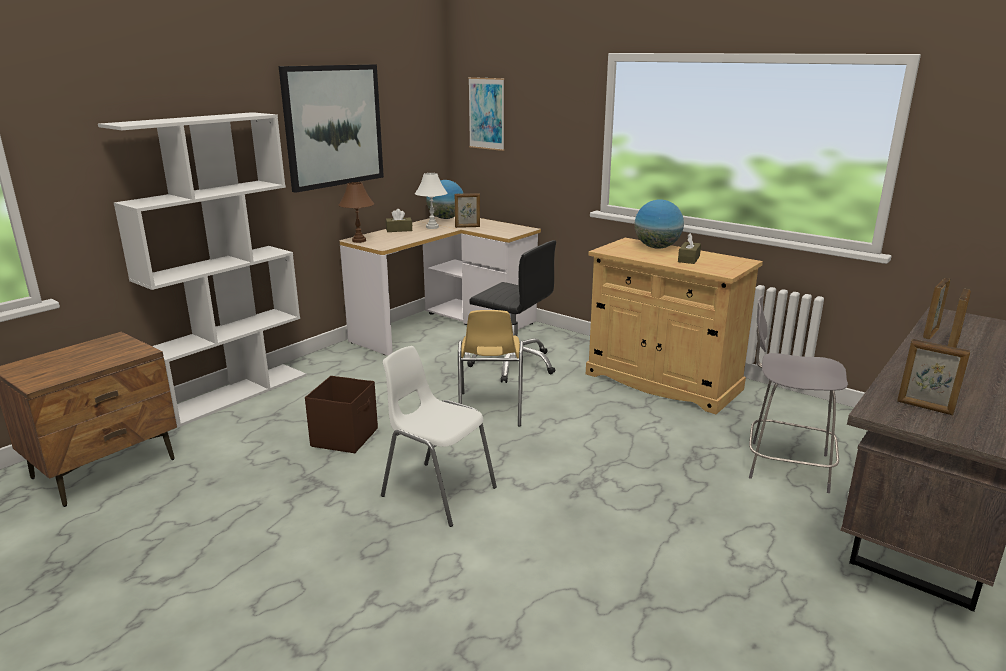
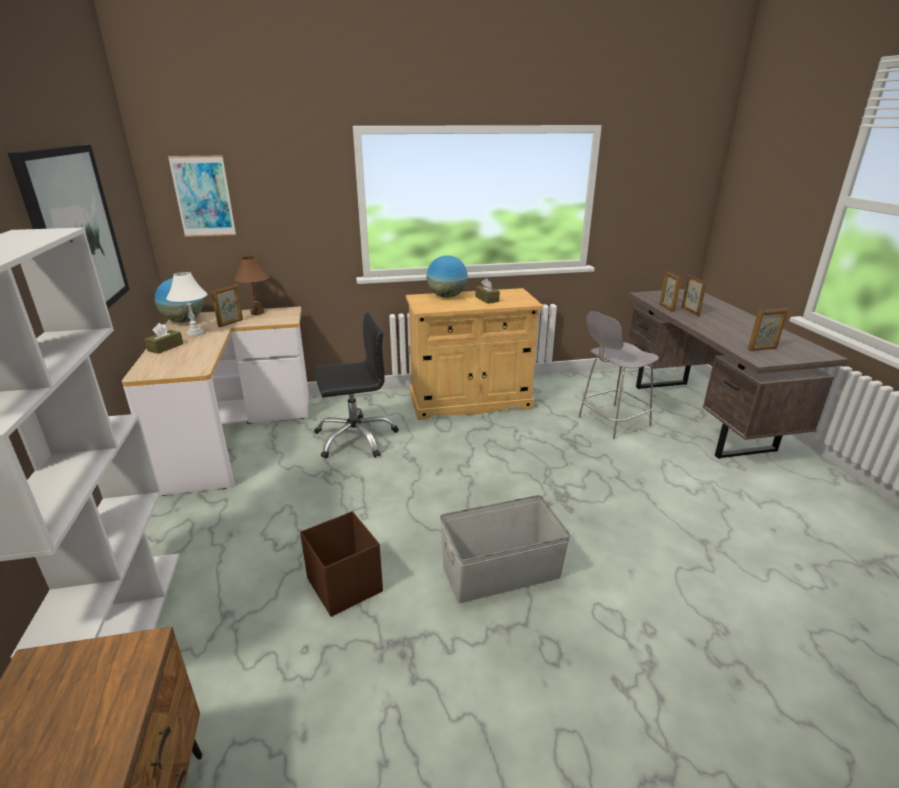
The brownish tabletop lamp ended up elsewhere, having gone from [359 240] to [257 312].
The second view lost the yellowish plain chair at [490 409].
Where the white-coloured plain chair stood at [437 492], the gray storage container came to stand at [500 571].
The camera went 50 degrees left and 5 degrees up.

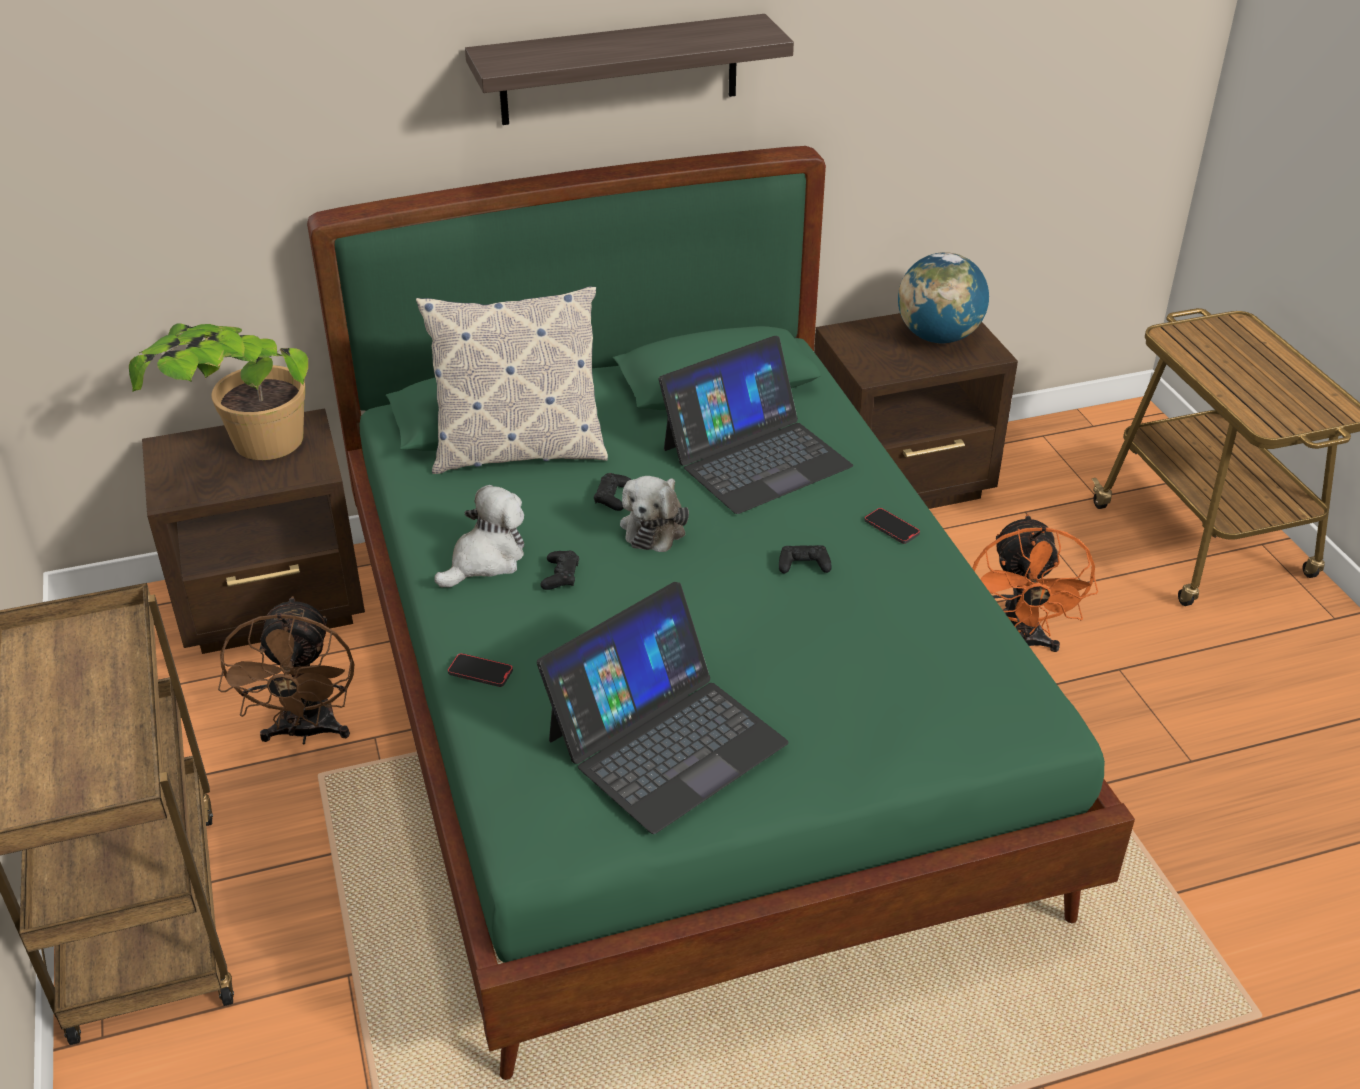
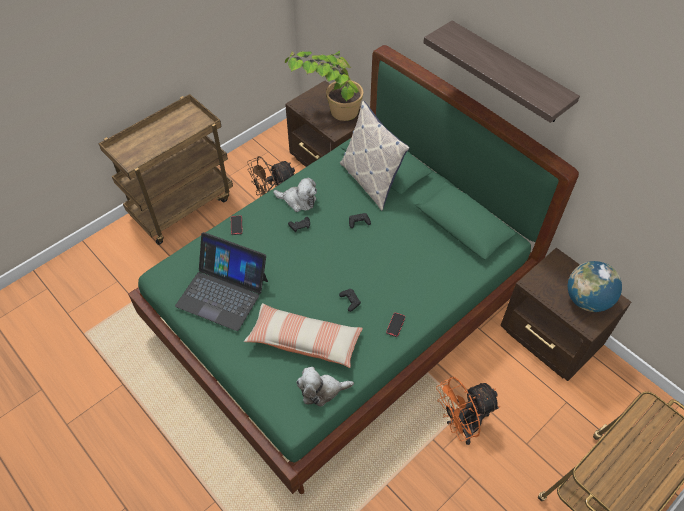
The second view lost the notebook computer at [755 457].
The plush toy ended up elsewhere, having gone from [655 526] to [322 390].
The second view gained the pillow at [304 341].
The camera went 65 degrees right and 15 degrees up.

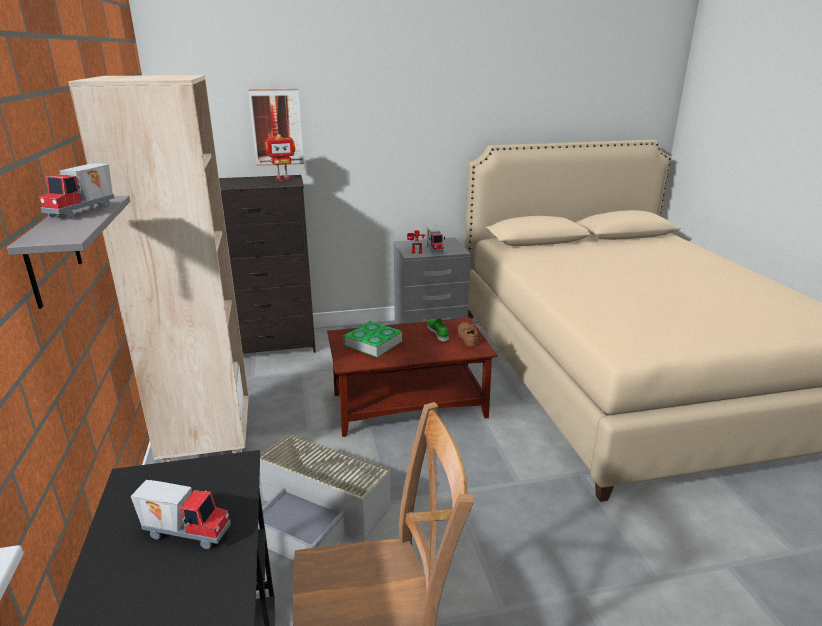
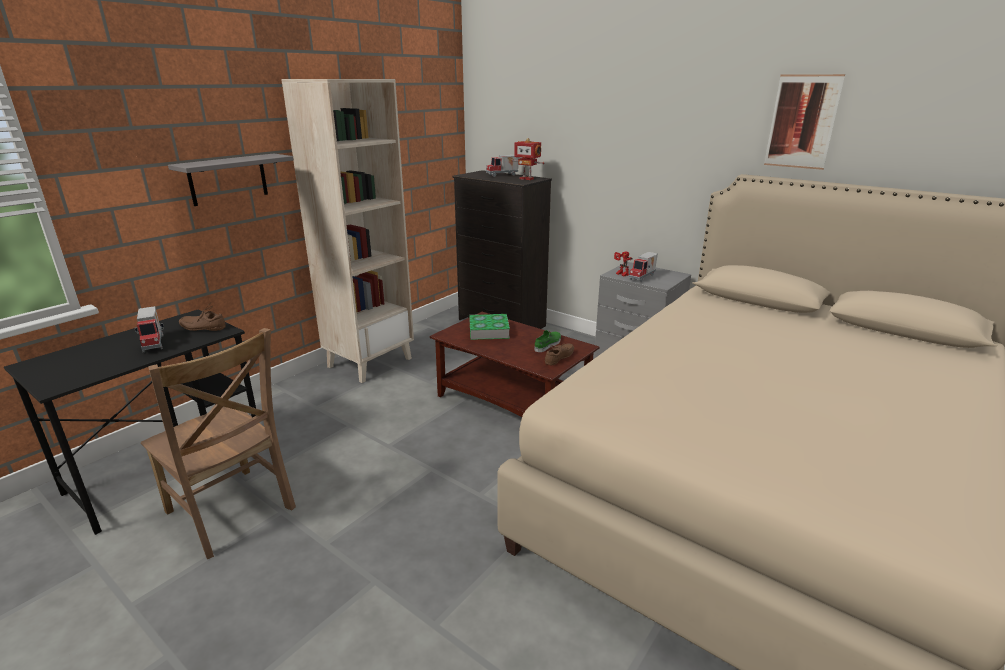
The wall picture ended up elsewhere, having gone from [277 127] to [802 122].
The model truck ended up elsewhere, having gone from [84 212] to [503 175].
The second view lost the gray storage container at [319 514].
The second view gained the brownish item of footwear at [204 327].
The camera went 50 degrees right and 0 degrees up.

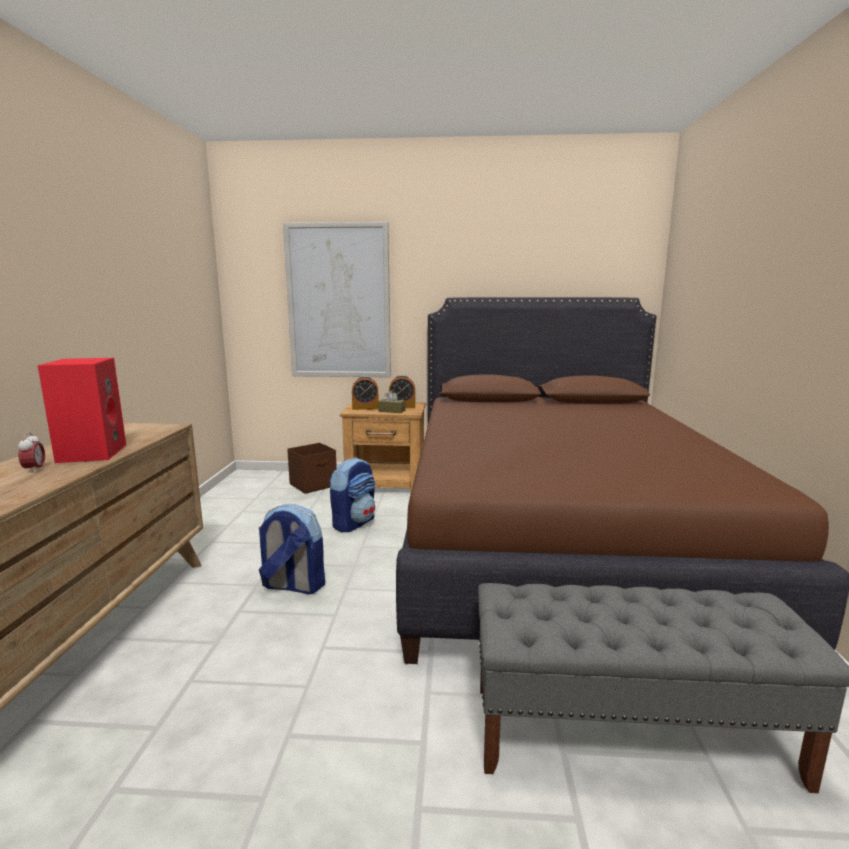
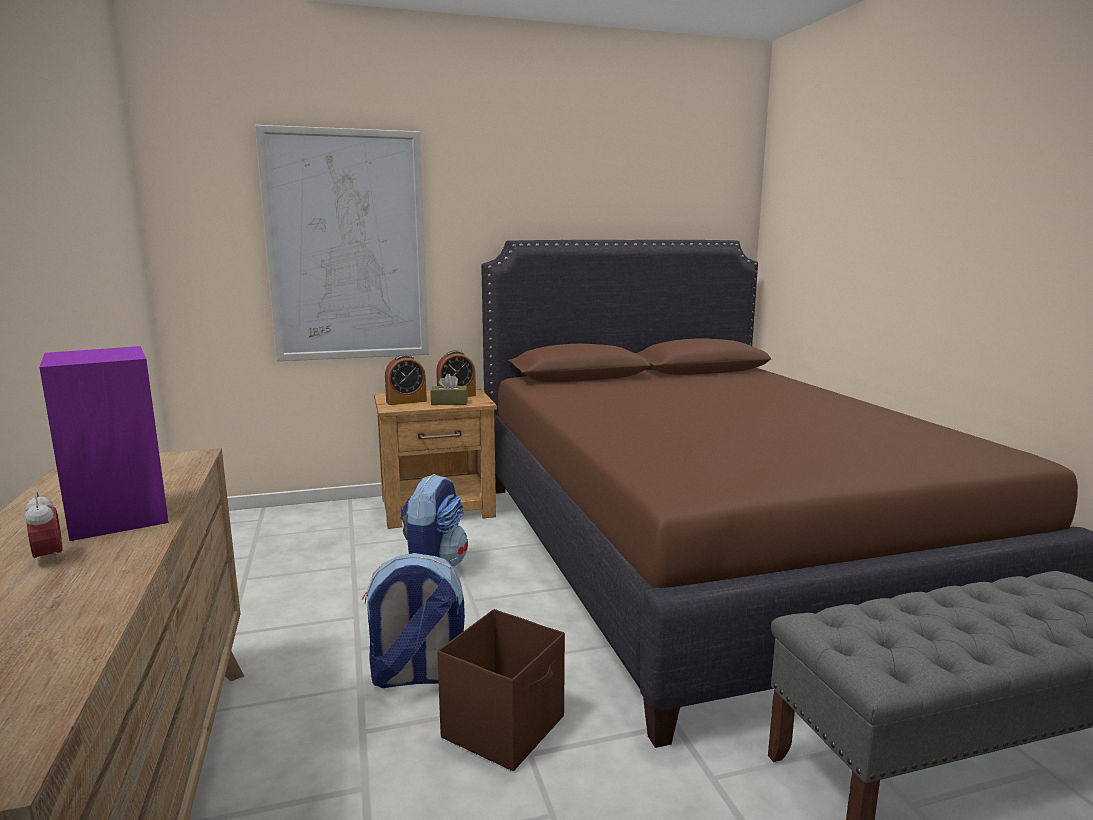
What was the red-coloured speaker at [91 453] turned into the purple speaker at [116 515].
The brownish storage container ended up elsewhere, having gone from [314 485] to [505 727].
The camera went 20 degrees left and 0 degrees up.

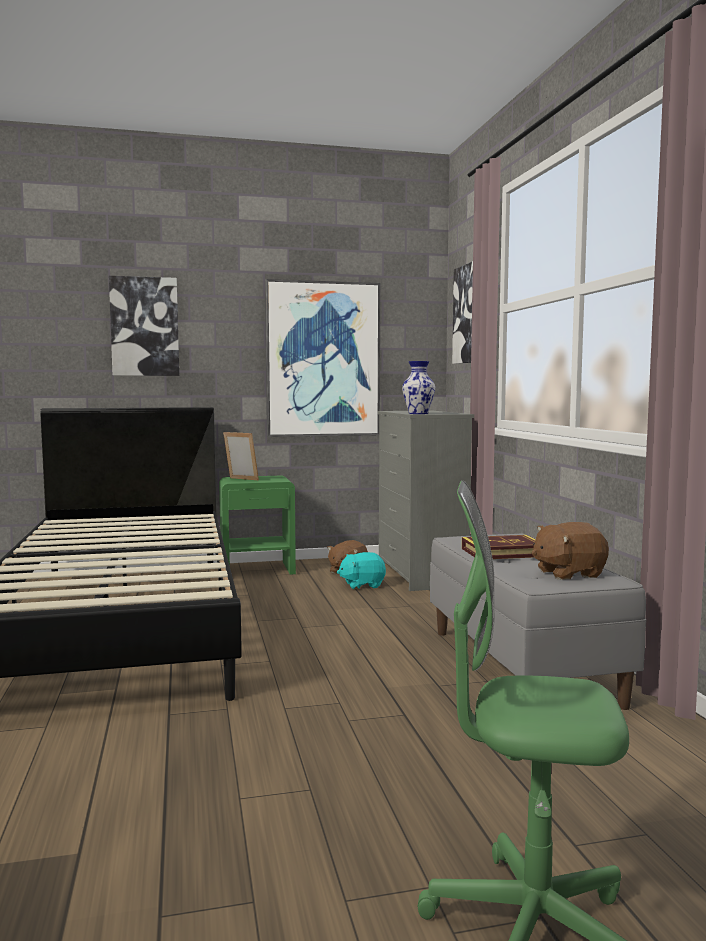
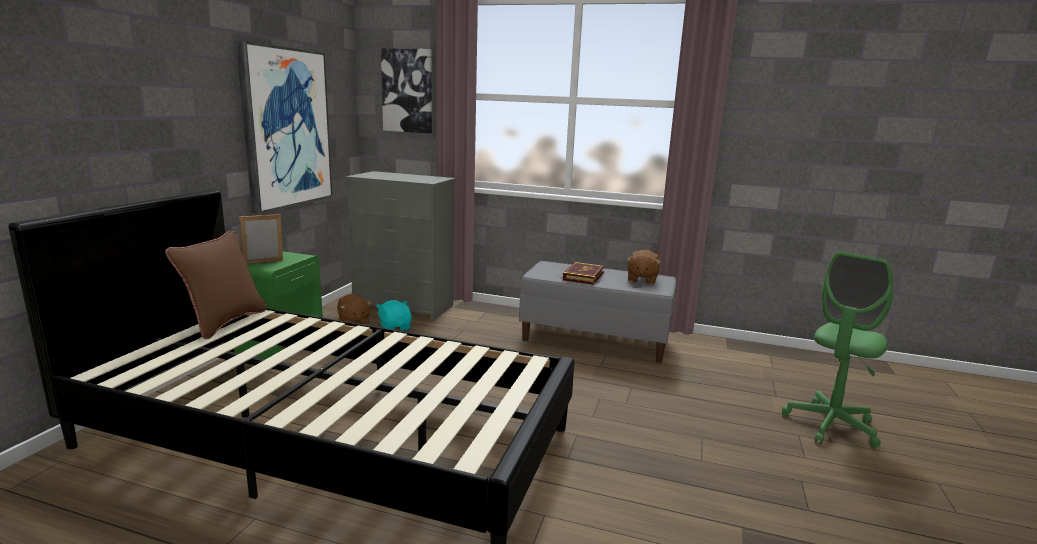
The second view lost the wall picture at [145 327].
The second view lost the decorative vase at [419 413].
The turquoise plush toy at [362 585] ended up facing another way, 135 degrees clockwise from before.
The second view gained the brownish pillow at [225 322].
The camera went 60 degrees left and 10 degrees up.

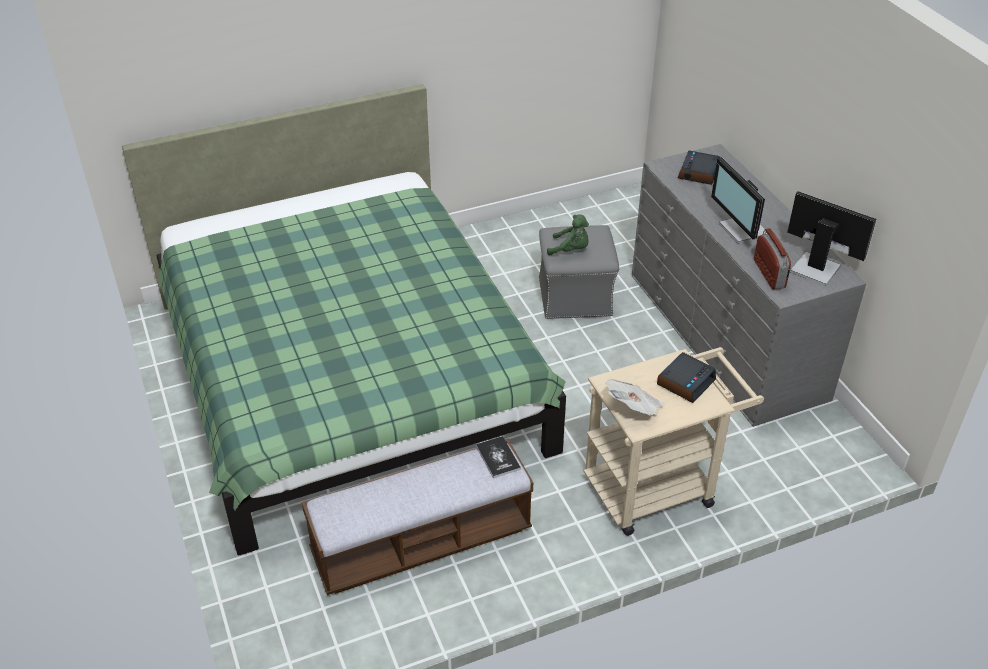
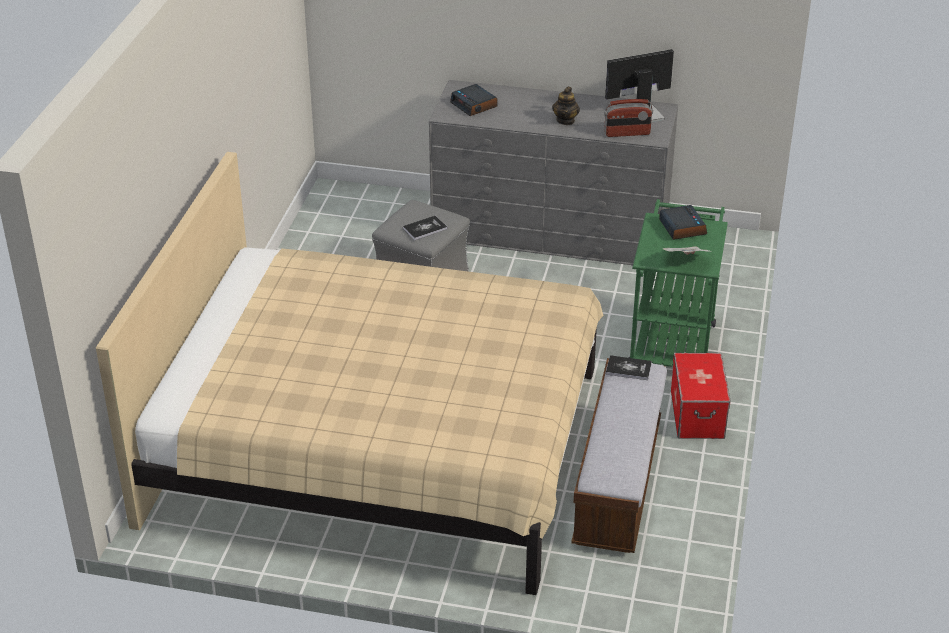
What was the greenish sleeping bed at [348 375] turned into the sand-coloured sleeping bed at [378 445].
Where the monitor stood at [742 230], the teapot came to stand at [565 120].
Where the greenish plush toy stood at [570 250], the book came to stand at [425 228].
The radio at [769 274] ended up facing another way, 150 degrees clockwise from before.
What was the sand-coloured wheeled cart at [659 486] turned into the greenish wheeled cart at [673 339].
The second view gained the storage container at [697 414].
The camera went 55 degrees left and 5 degrees down.

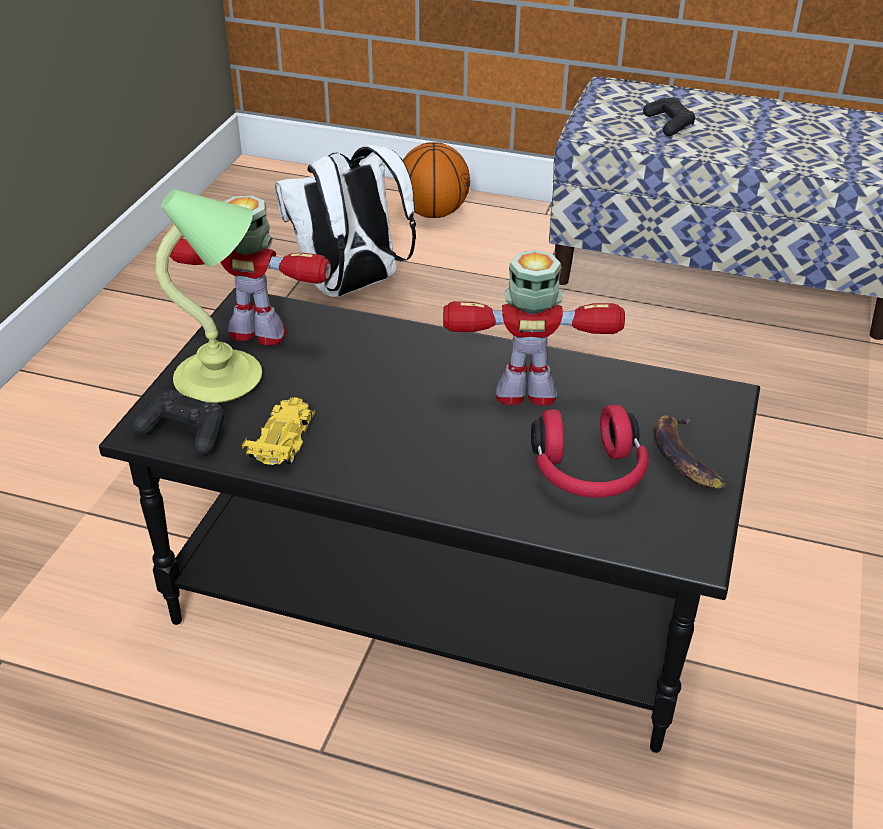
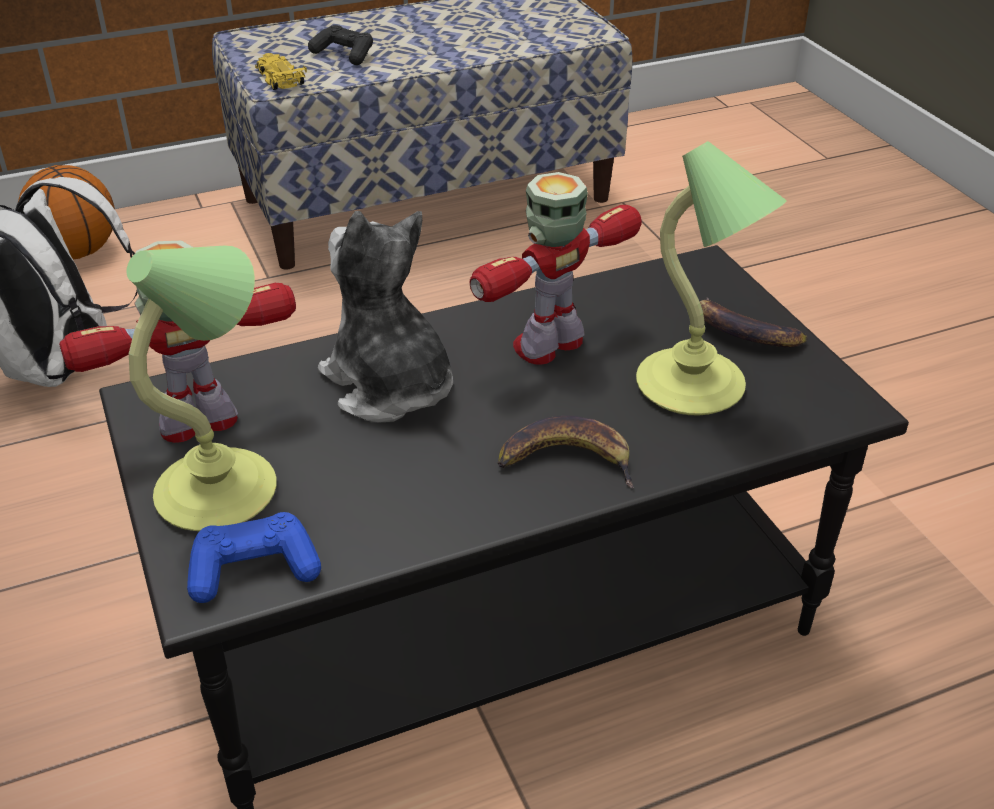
What was the blackish joypad at [184 432] turned into the blue joypad at [254 570].
The yellowish toy car ended up elsewhere, having gone from [283 439] to [279 78].
Where the red-coloured headphones stood at [588 474], the tabletop lamp came to stand at [693 387].
The second view gained the plush toy at [389 386].
The second view gained the banana at [567 460].
The camera went 40 degrees left and 0 degrees up.

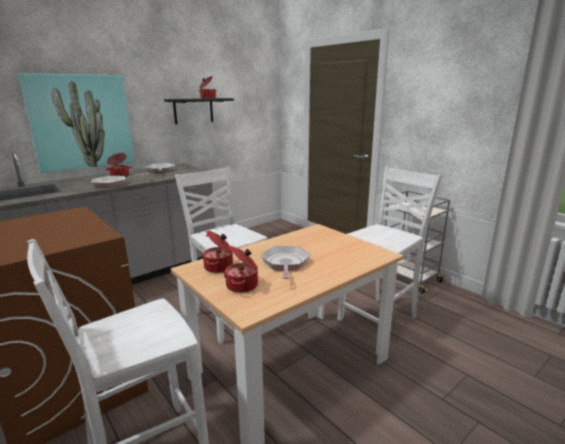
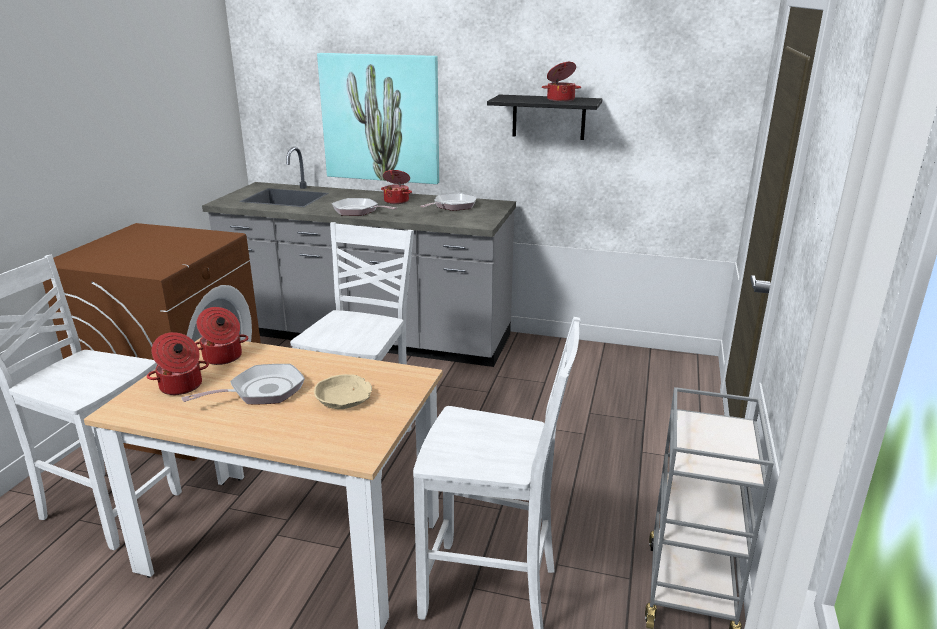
The second view gained the sand-coloured deep dish at [344 399].
The camera went 55 degrees right and 5 degrees up.

